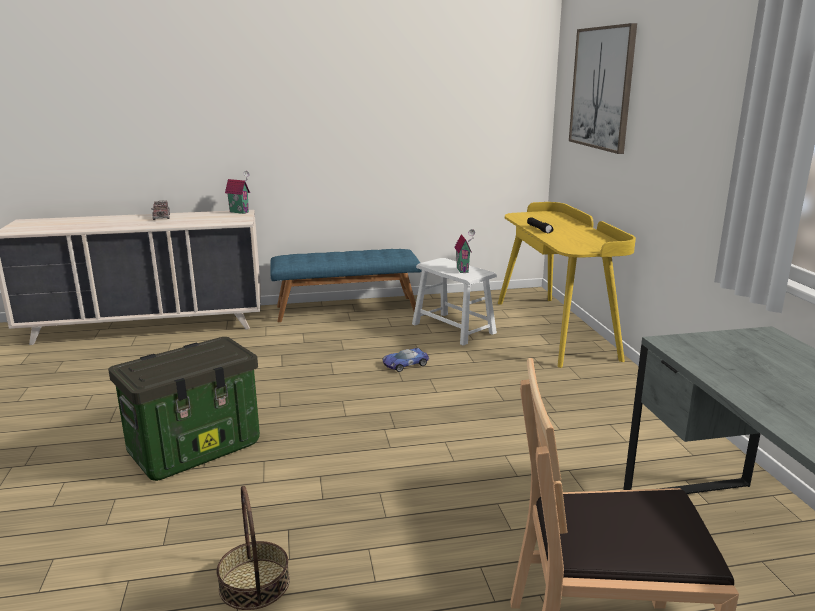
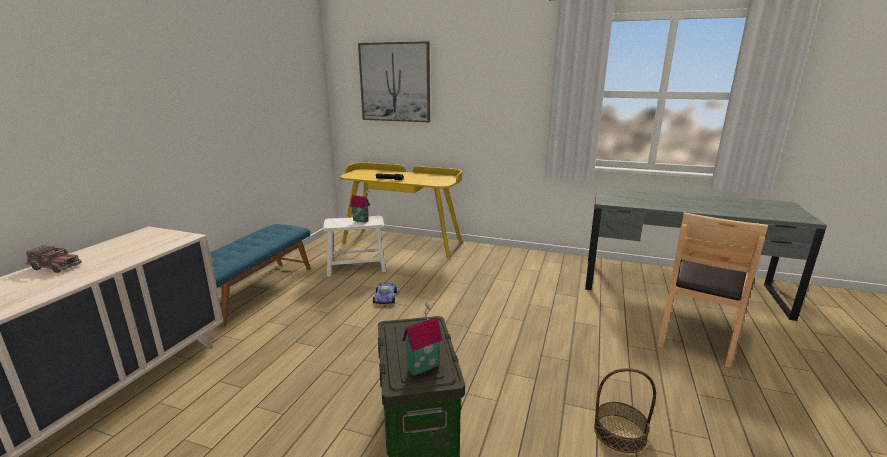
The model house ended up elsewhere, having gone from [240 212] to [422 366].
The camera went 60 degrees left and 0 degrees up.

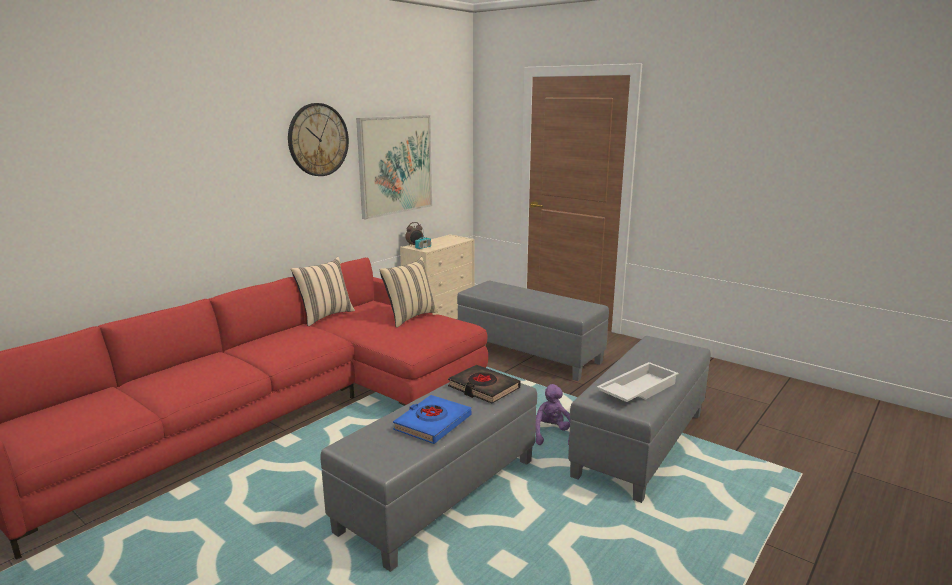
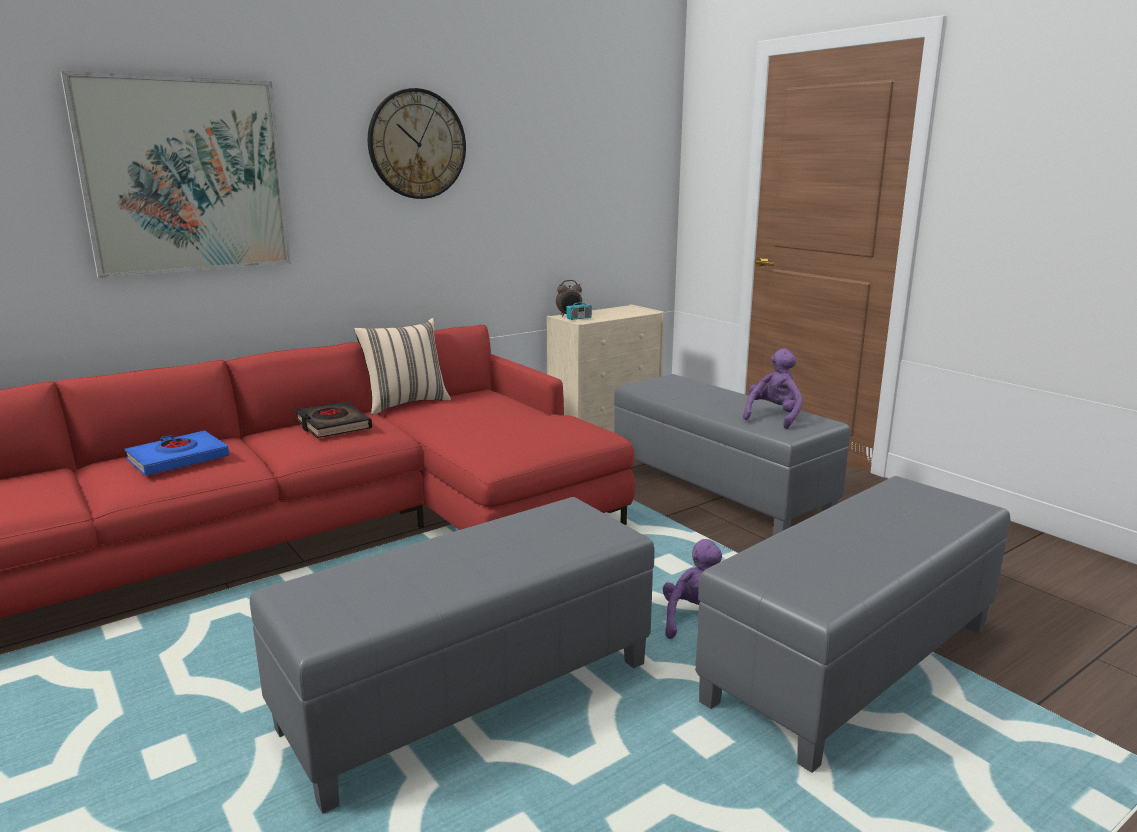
The wall picture ended up elsewhere, having gone from [395 165] to [185 176].
The second view lost the sand-coloured pillow at [409 317].
The second view lost the white-coloured serving tray at [637 389].
The blackish book ended up elsewhere, having gone from [483 388] to [332 425].
The blue book ended up elsewhere, having gone from [432 423] to [178 459].
The second view gained the purple plush toy at [773 417].
The camera went 15 degrees right and 0 degrees up.

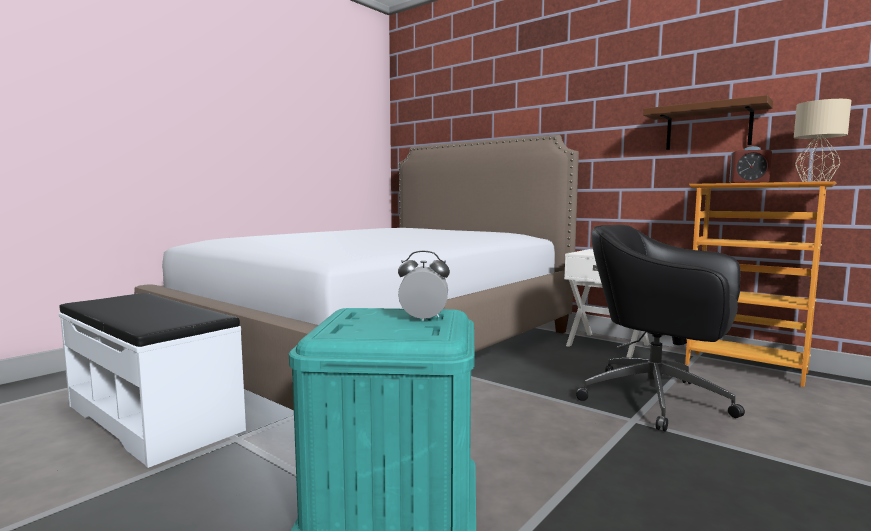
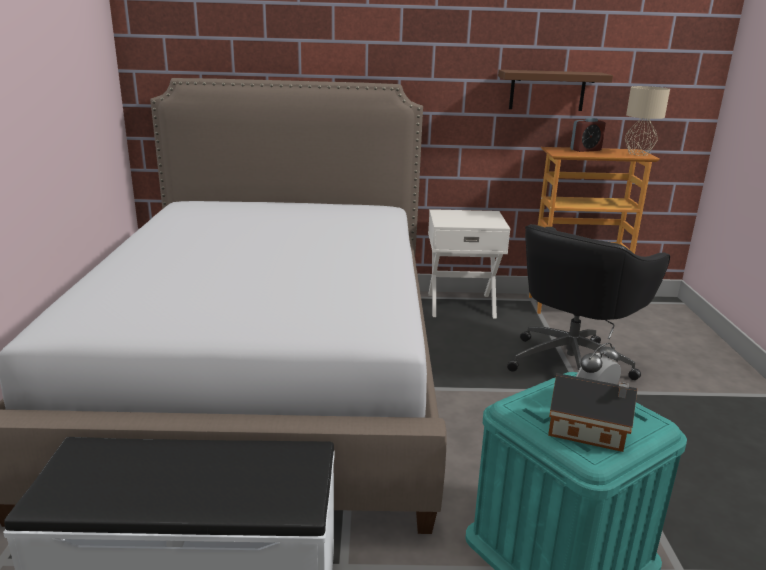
The blackish office chair at [659 400] ended up facing another way, 45 degrees counterclockwise from before.
The second view gained the model house at [590 431].
The camera went 40 degrees left and 15 degrees up.

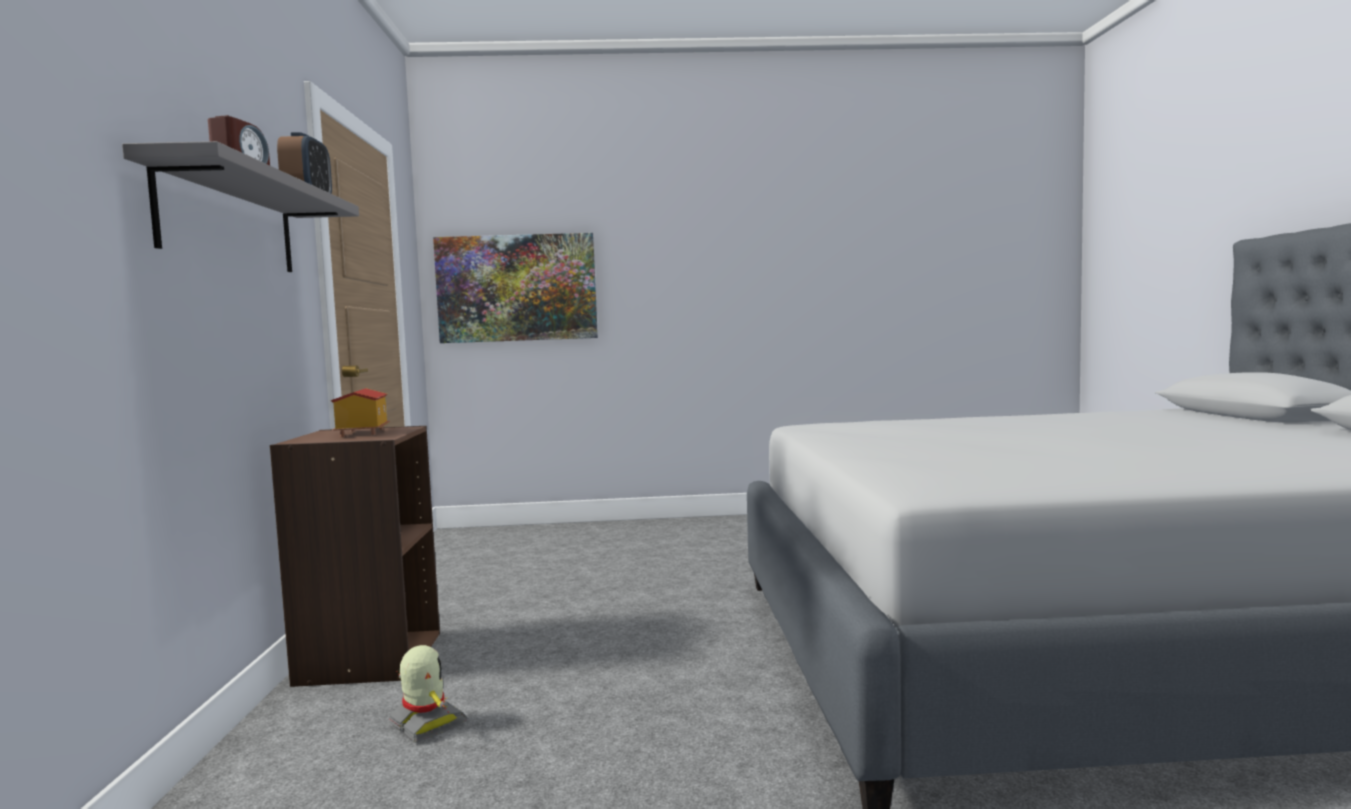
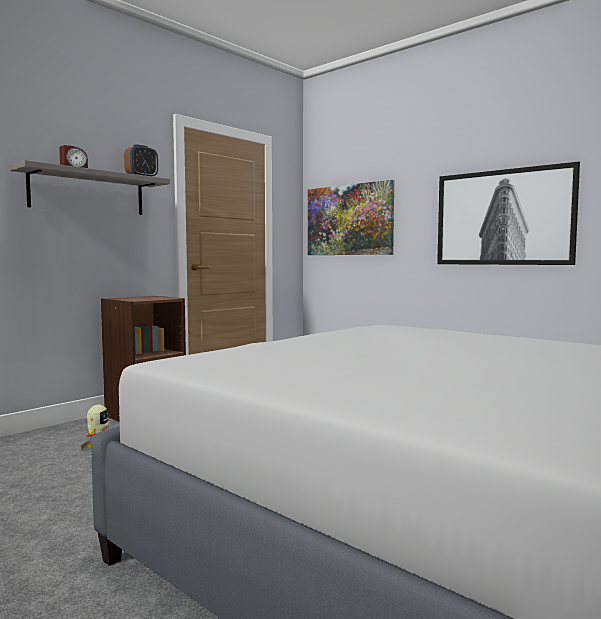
The second view lost the model house at [361 433].
The second view gained the wall picture at [503 217].
The camera went 45 degrees right and 0 degrees up.

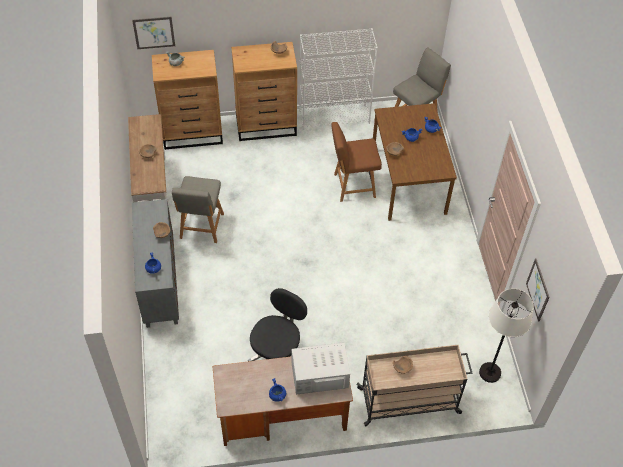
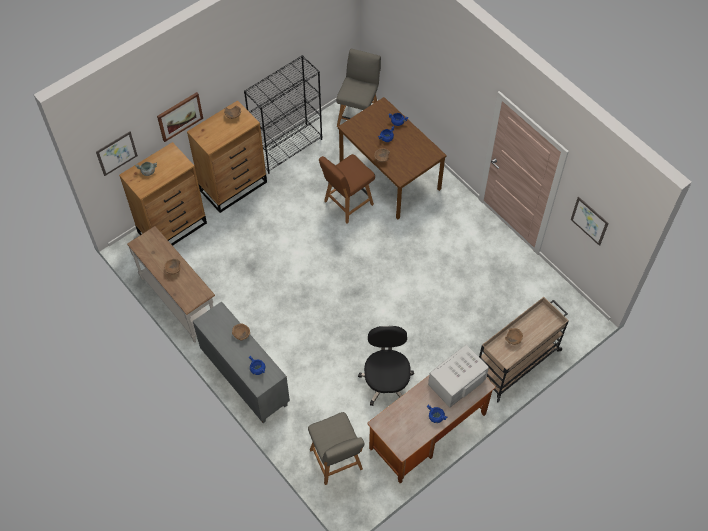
What was the white-coloured bookshelf at [334 117] turned into the blackish bookshelf at [288 148].
The gray plain chair ended up elsewhere, having gone from [201 227] to [337 461].
The second view lost the white-coloured standing lamp at [490 373].
The second view gained the wall picture at [179 116].
The camera went 30 degrees left and 5 degrees up.

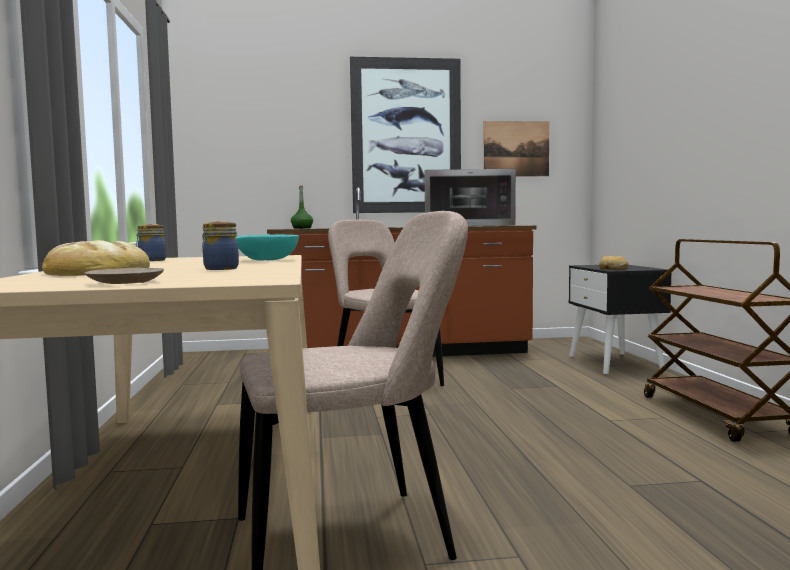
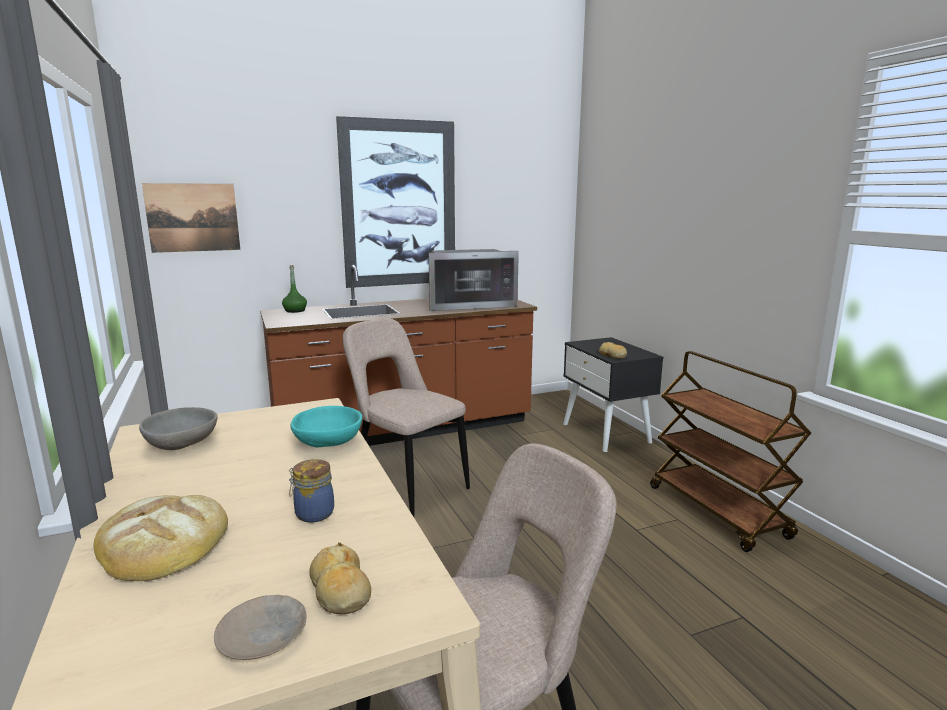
The wall picture ended up elsewhere, having gone from [516 149] to [193 217].
Where the storage jar stood at [151 260], the gray deep dish came to stand at [181 445].
The second view gained the baked bread at [340 591].
The camera went 15 degrees left and 10 degrees up.

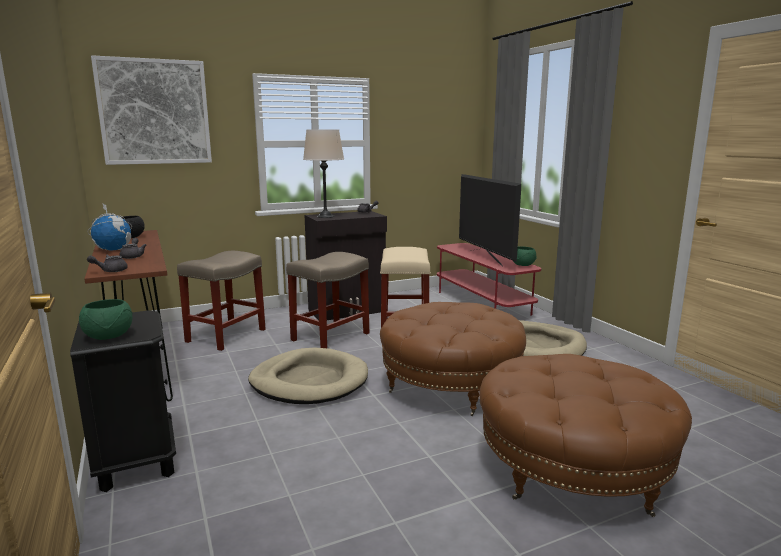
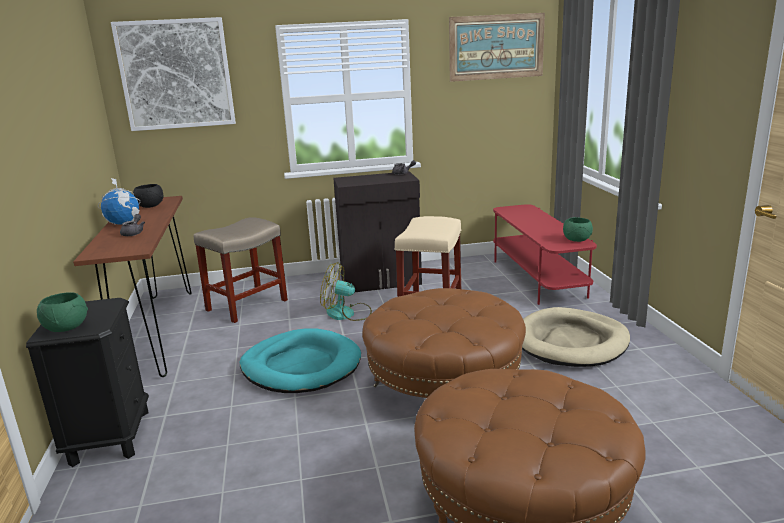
The second view lost the sand-coloured tabletop lamp at [325 216].
The second view lost the television at [485 258].
Where the sand-coloured stool seat stood at [330 337], the fan came to stand at [347 314].
The second view lost the gray teapot at [110 271].
What was the sand-coloured dog bed at [309 381] turned into the turquoise dog bed at [301 366].
The second view gained the wall picture at [496 47].
The camera went 15 degrees right and 5 degrees up.

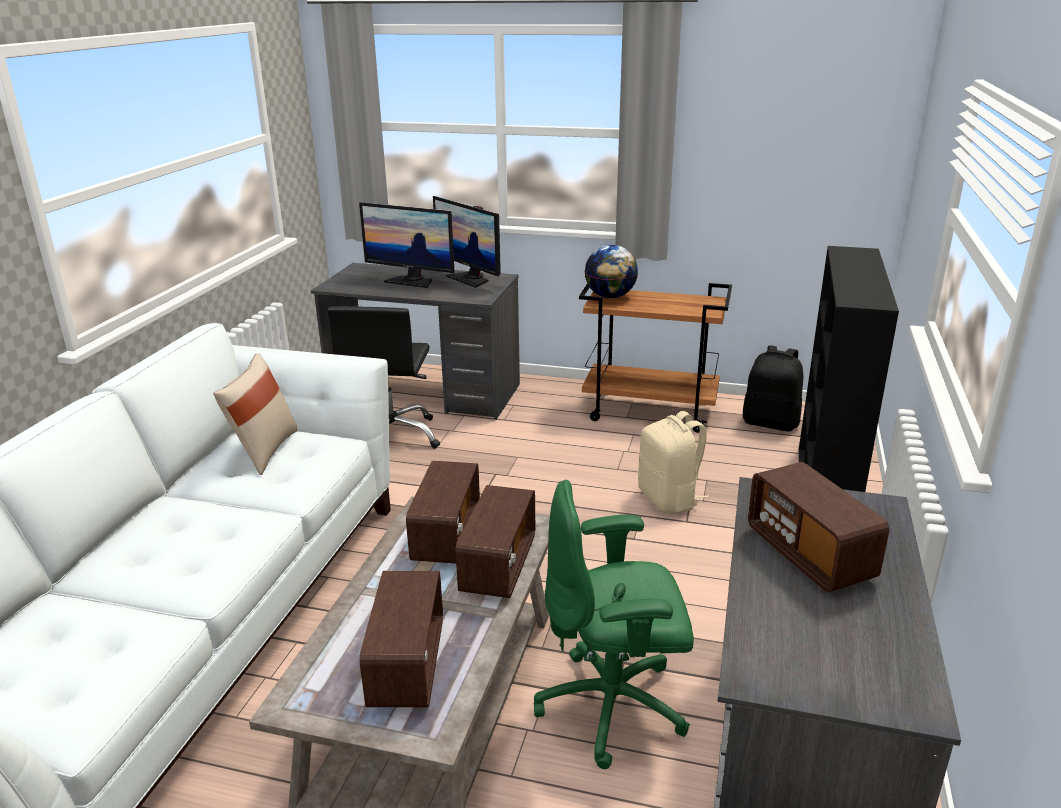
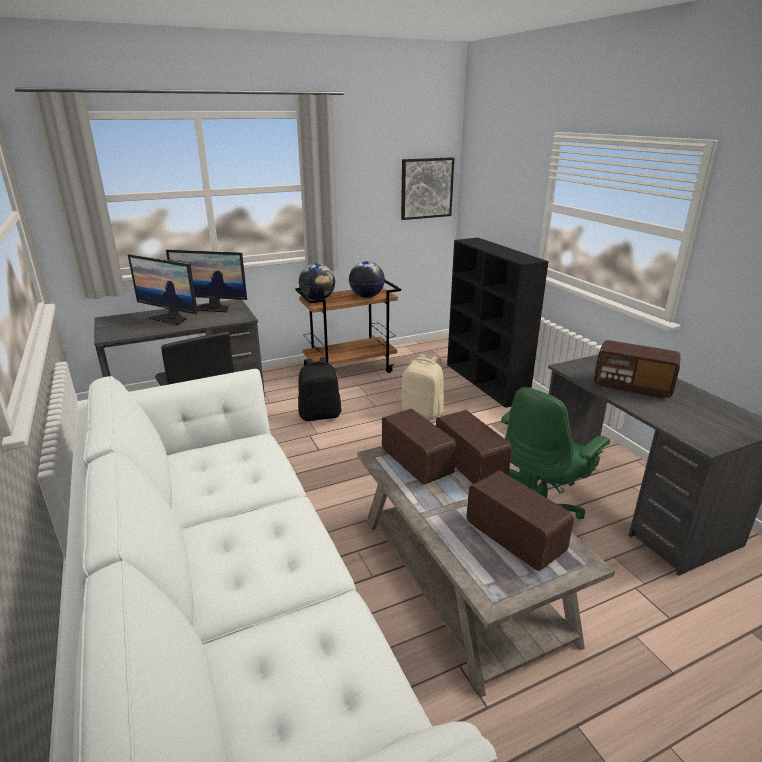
The monitor at [412 281] ended up facing another way, 45 degrees clockwise from before.
The blackish rucksack ended up elsewhere, having gone from [771 423] to [320 415].
The second view lost the sand-coloured pillow at [264 451].
The second view gained the wall picture at [426 188].
The second view gained the world globe at [367 296].
The camera went 40 degrees left and 0 degrees up.

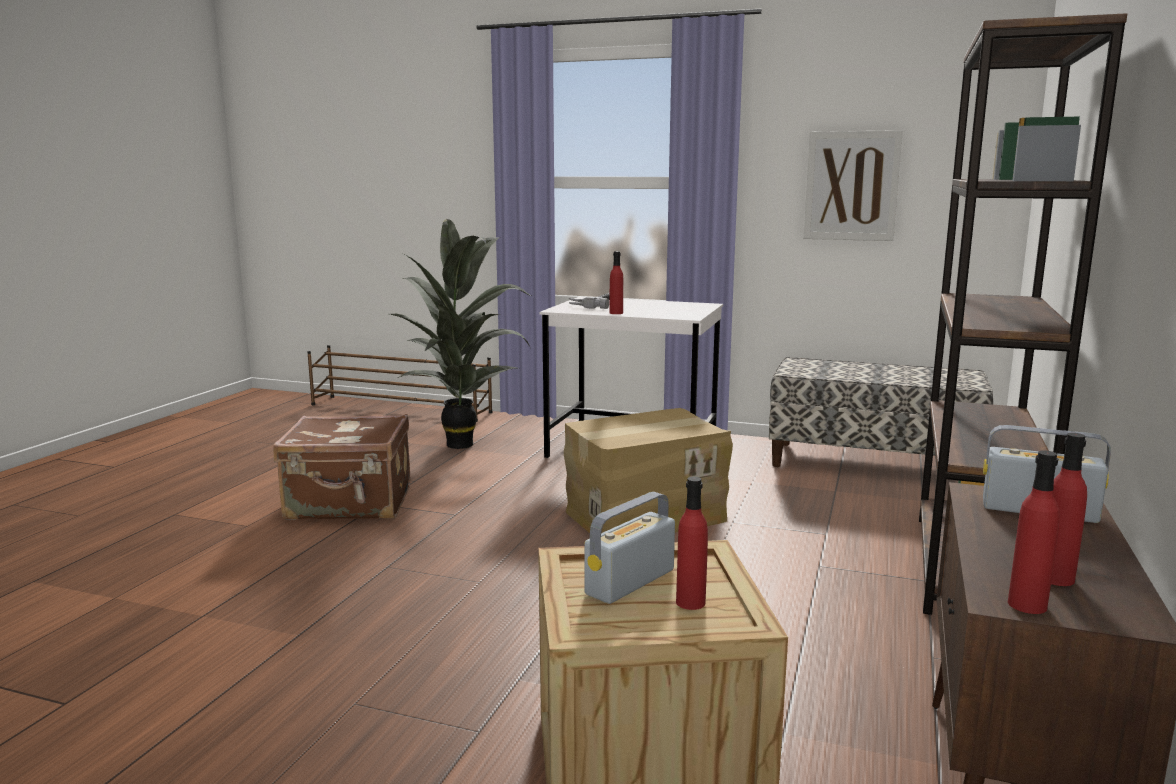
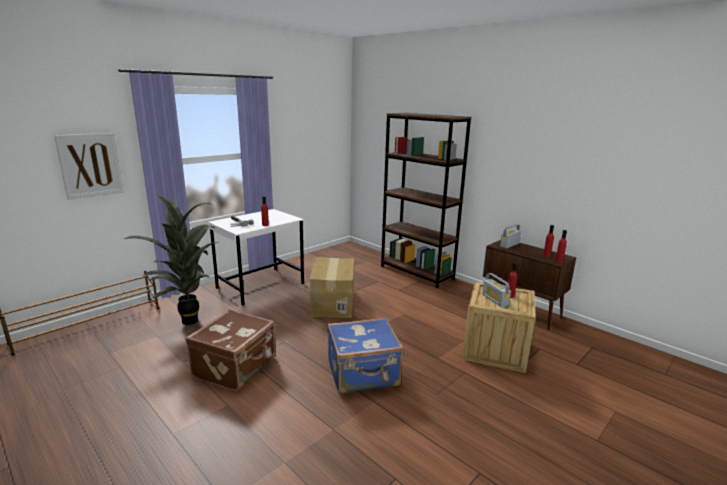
The wall picture ended up elsewhere, having gone from [851 186] to [90 165].
The second view lost the indoor bench at [872 463].
The second view gained the blue travel case at [363 374].
The camera went 65 degrees left and 5 degrees up.

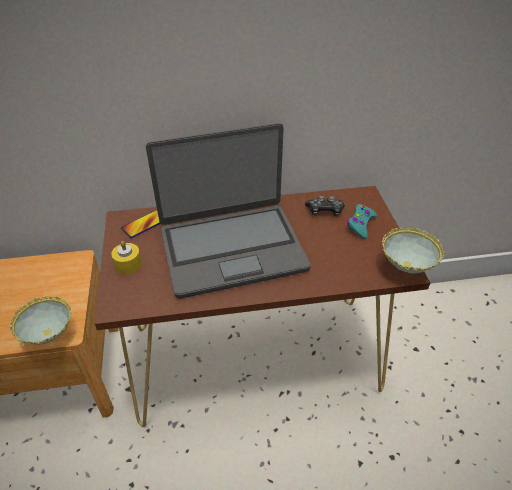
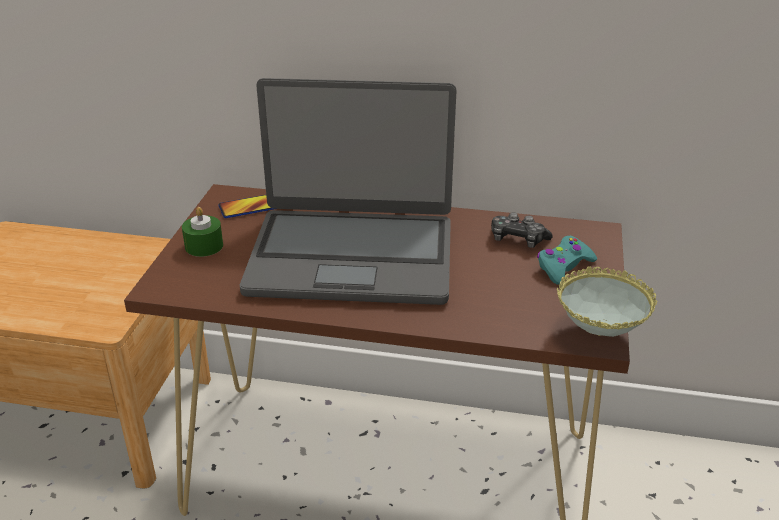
What was the yellowish candle at [128 264] turned into the greenish candle at [204 246].
The second view lost the deep dish at [50 336].
The camera went 20 degrees right and 10 degrees down.

